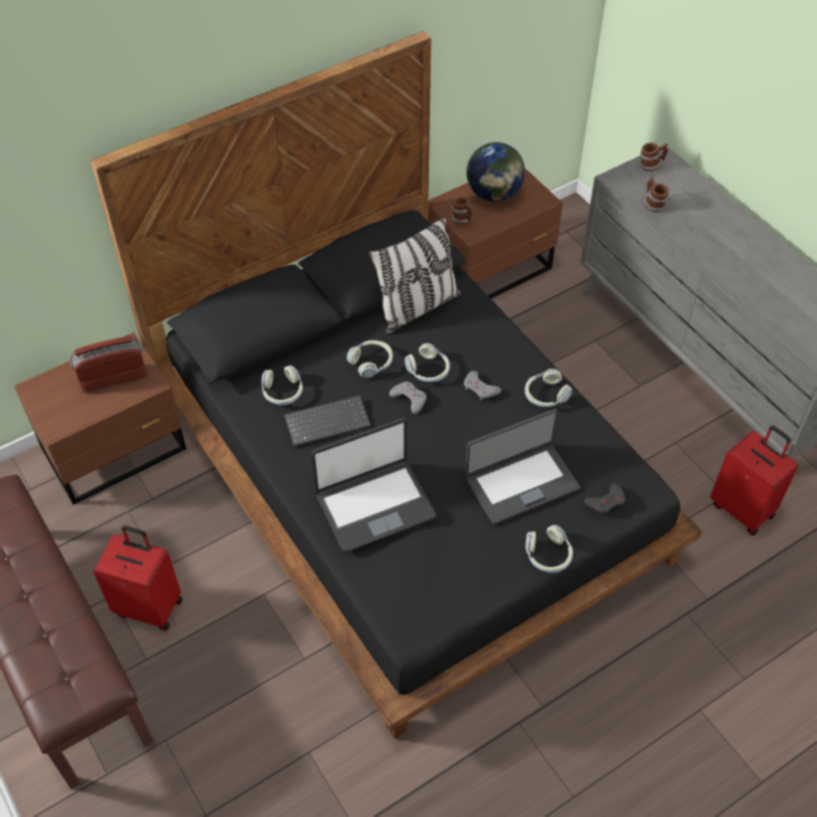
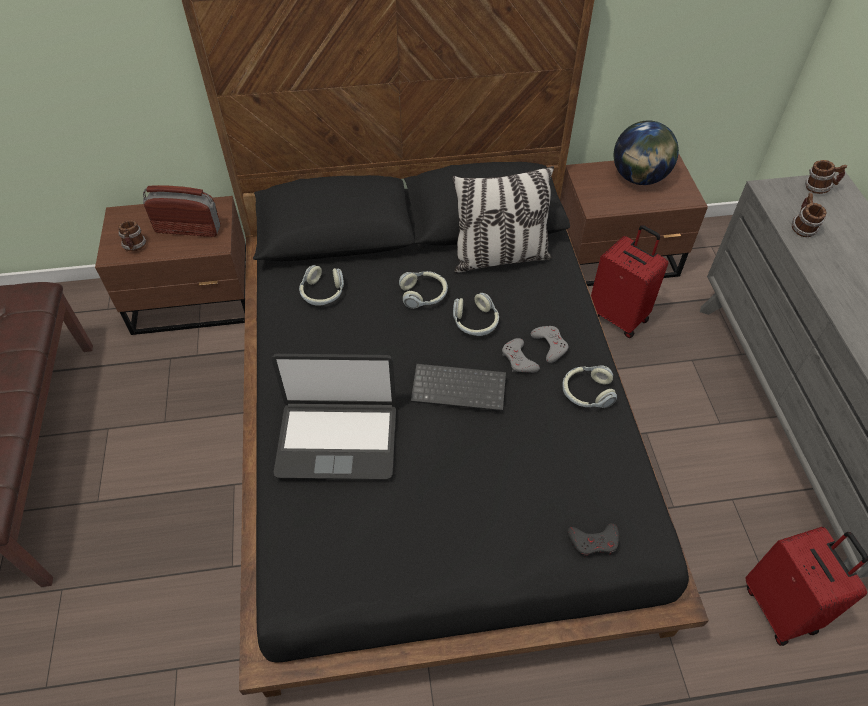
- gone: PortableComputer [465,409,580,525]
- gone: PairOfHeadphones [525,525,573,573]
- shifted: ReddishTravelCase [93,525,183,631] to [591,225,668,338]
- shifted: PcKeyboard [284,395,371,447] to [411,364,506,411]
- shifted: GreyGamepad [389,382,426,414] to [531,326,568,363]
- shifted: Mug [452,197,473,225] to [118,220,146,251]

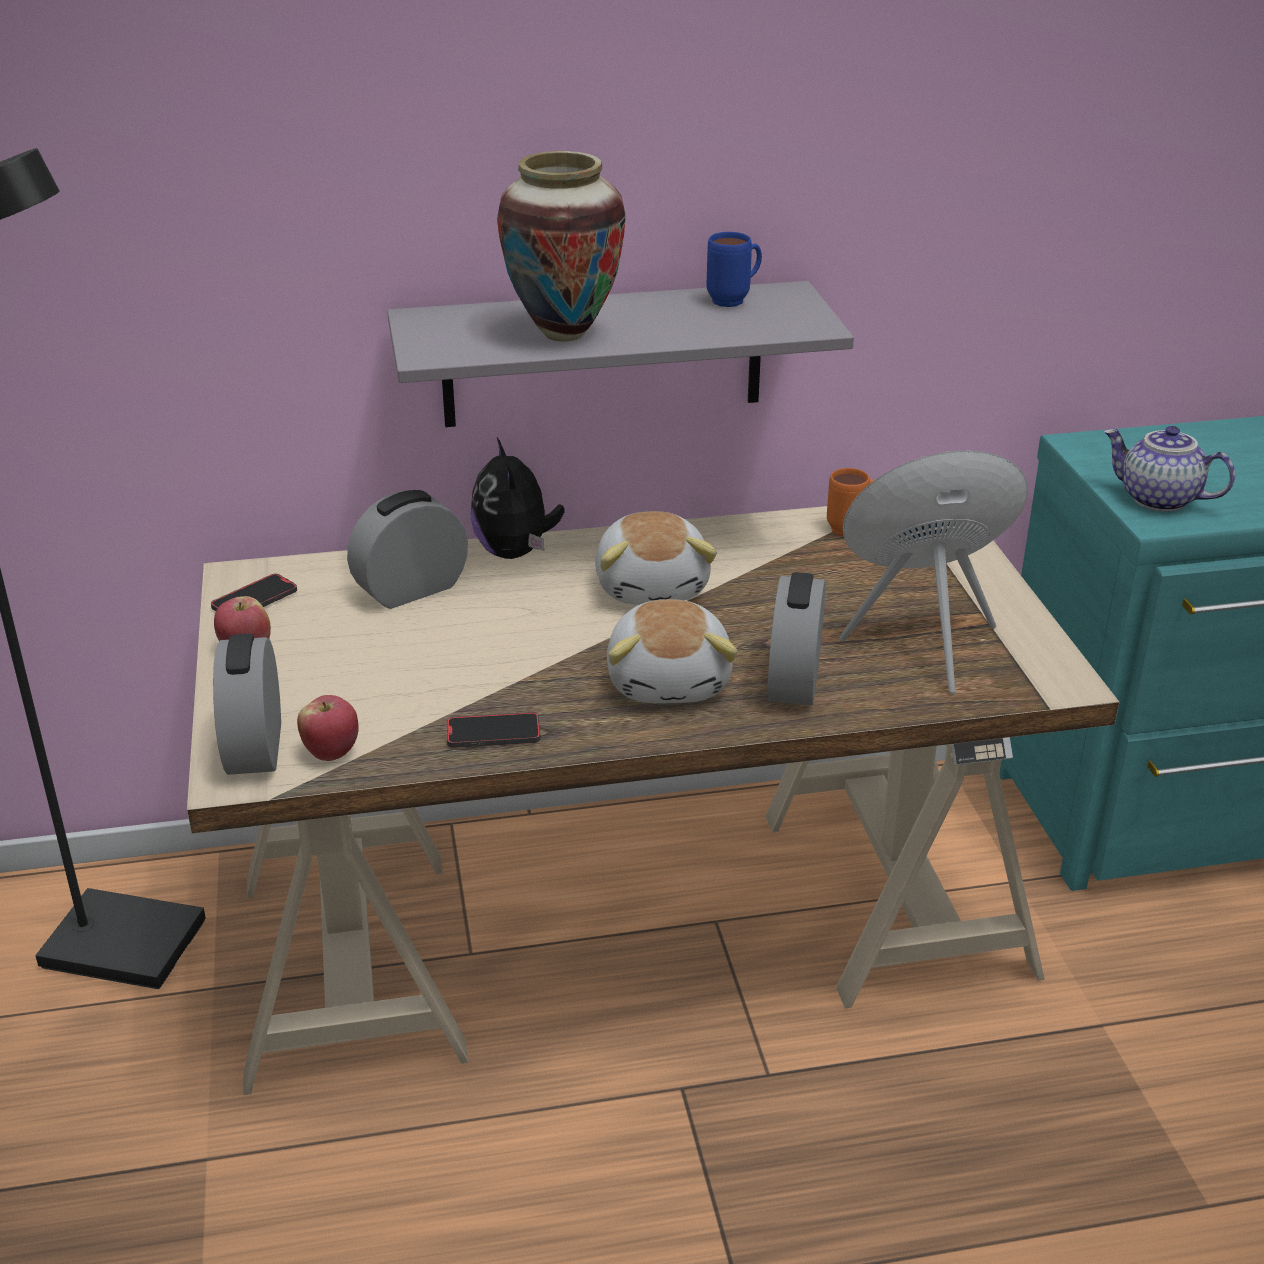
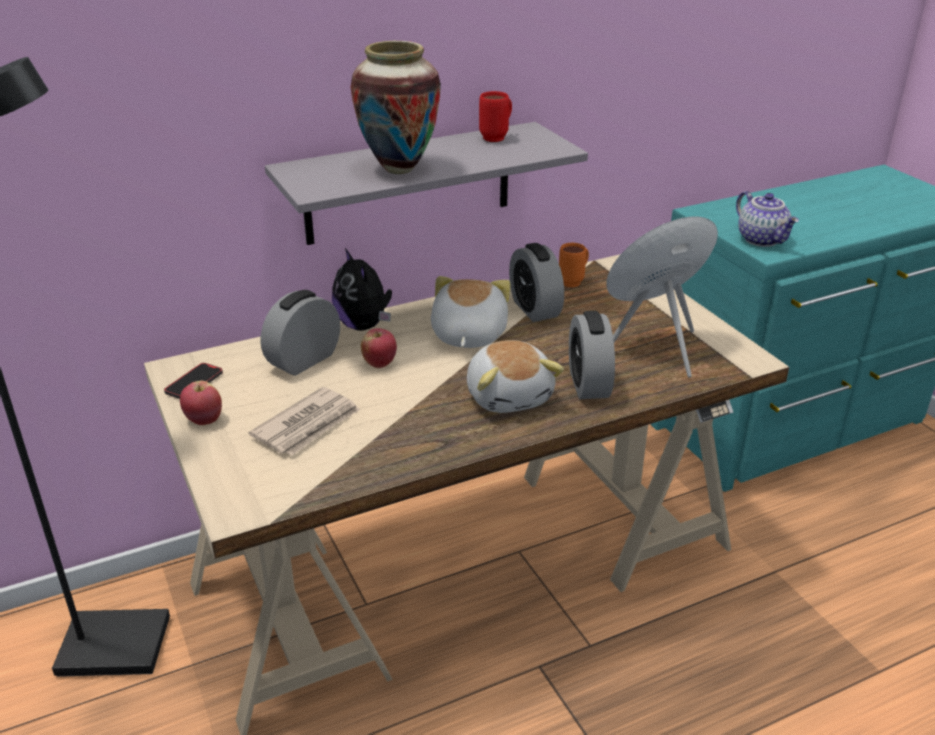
- gone: Handset [447,712,540,748]
- new: DailyPaper [249,387,360,456]
- shifted: TableClock [213,633,281,775] to [509,243,564,322]
- shifted: AppleFruit [297,695,359,761] to [361,328,397,368]
- repainted: BlueColouredMug [707,232,762,307] to ReddishMug [479,91,512,142]
- rotated: PlushToy [595,511,717,605] = [431,276,510,348] 150 degrees counterclockwise
- rotated: Teapot [1103,426,1235,512] = [736,191,799,247] 135 degrees counterclockwise

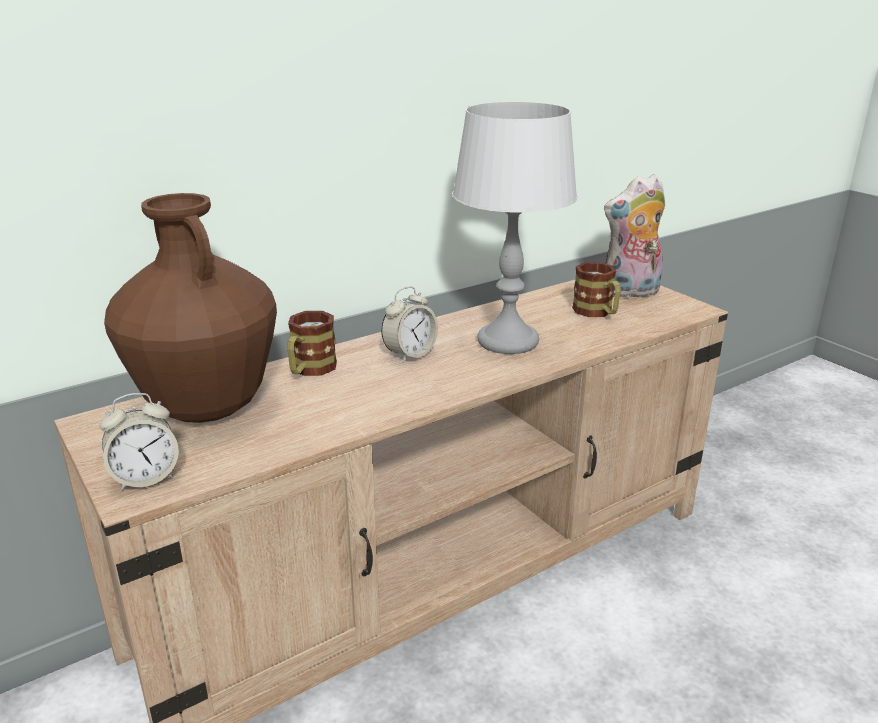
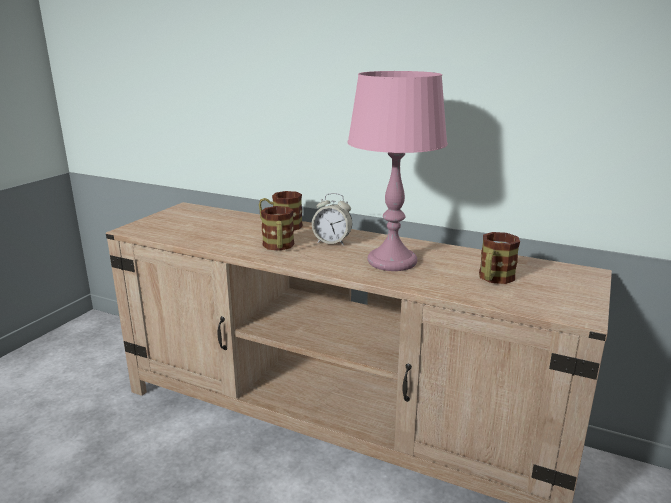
- gone: TableClock [100,393,179,491]
- gone: BrownishFlowerVase [104,193,277,423]
- gone: PlushToy [604,174,665,298]
- new: Mug [261,206,294,251]
- repainted: GreyTableLamp [452,102,577,354] to PinkColouredTableLamp [347,71,448,271]

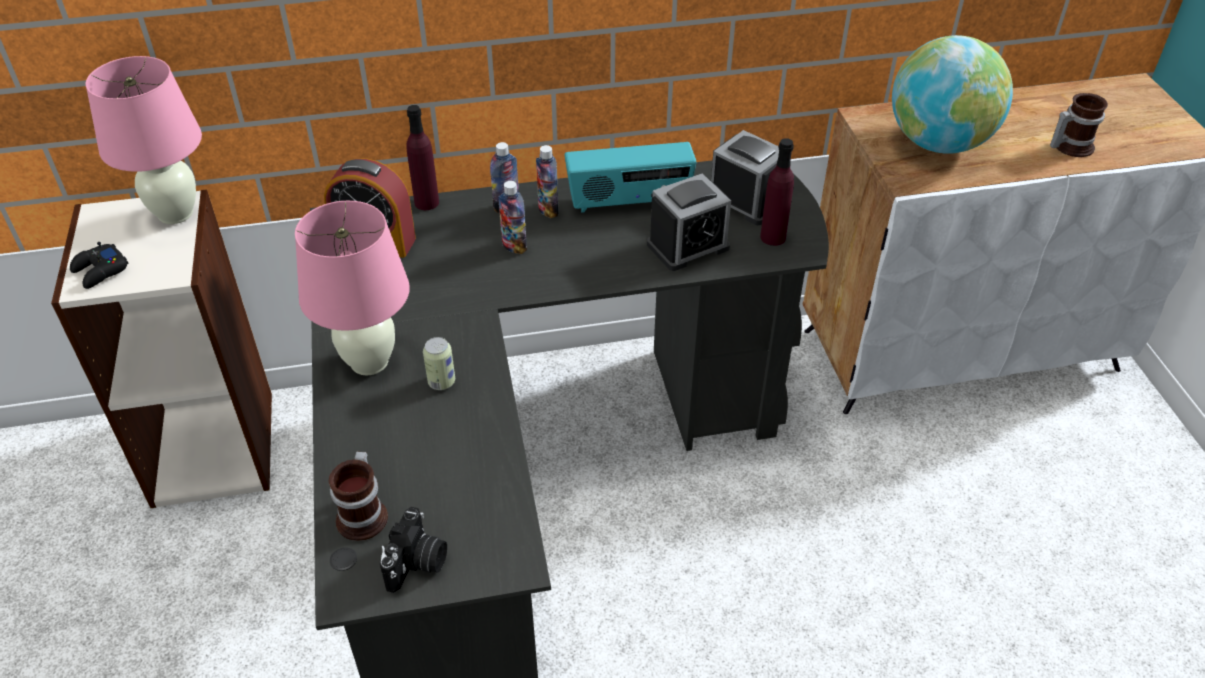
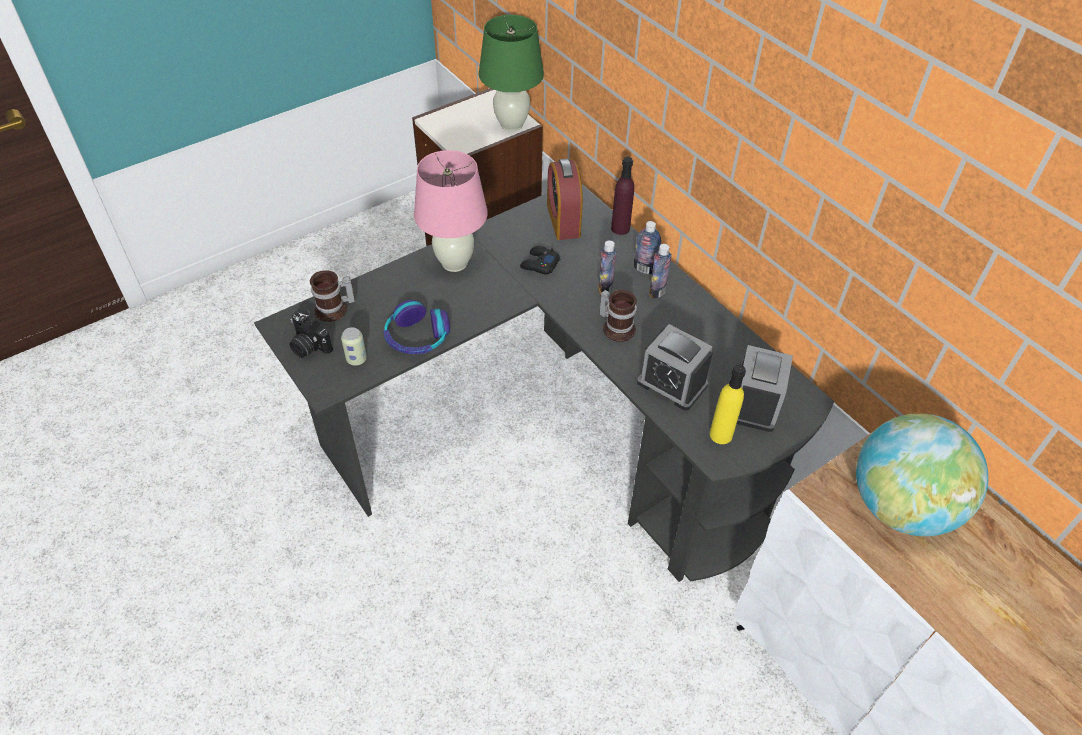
- gone: Radio [564,142,696,213]
- new: PairOfHeadphones [383,300,450,354]
- shifted: BlackishGamepad [70,242,129,289] to [520,246,560,275]
- shifted: MetalCan [423,337,455,390] to [341,327,367,366]
- shifted: Mug [1050,93,1108,157] to [600,290,637,342]
- repainted: PinkColouredTableLamp [85,56,202,224] to GreenishTableLamp [479,15,544,131]
- repainted: PurplishBeverageBottle [760,138,794,246] to YellowishBeverageBottle [710,364,746,444]
- rotated: StillCamera [379,507,447,593] = [289,312,333,358] 45 degrees clockwise

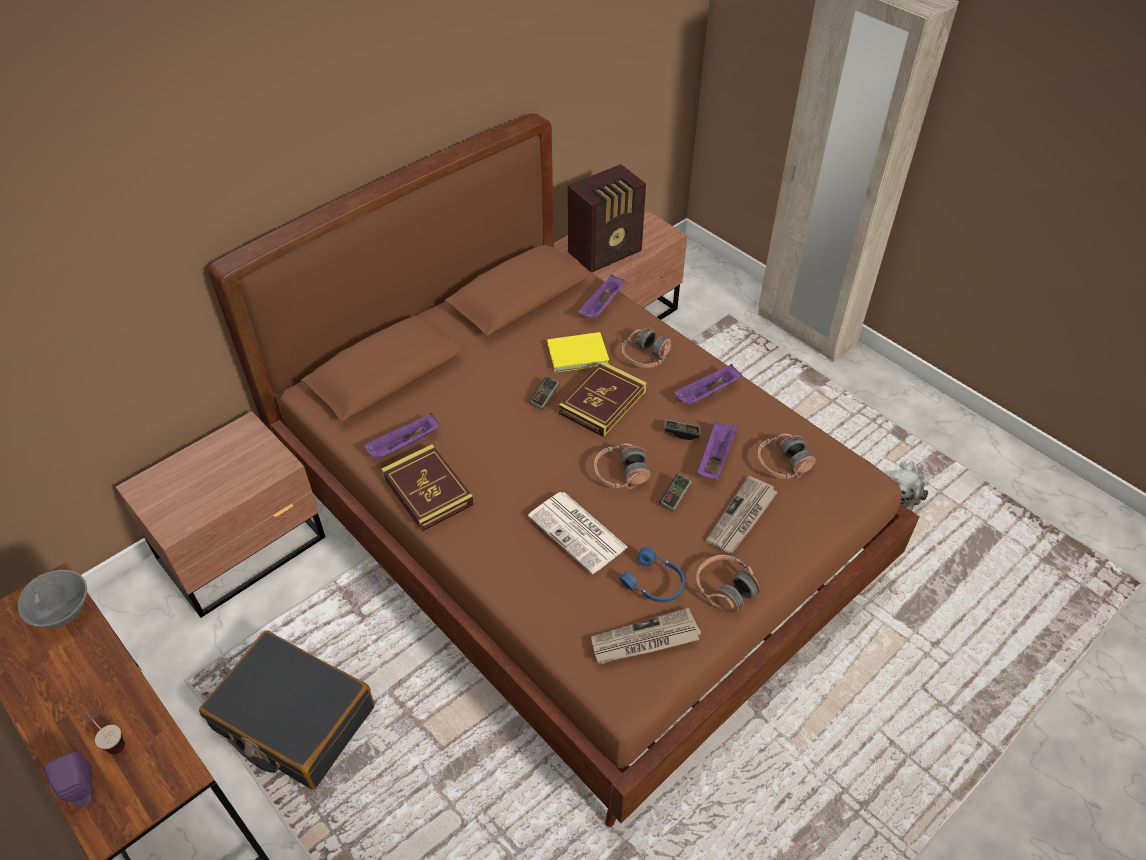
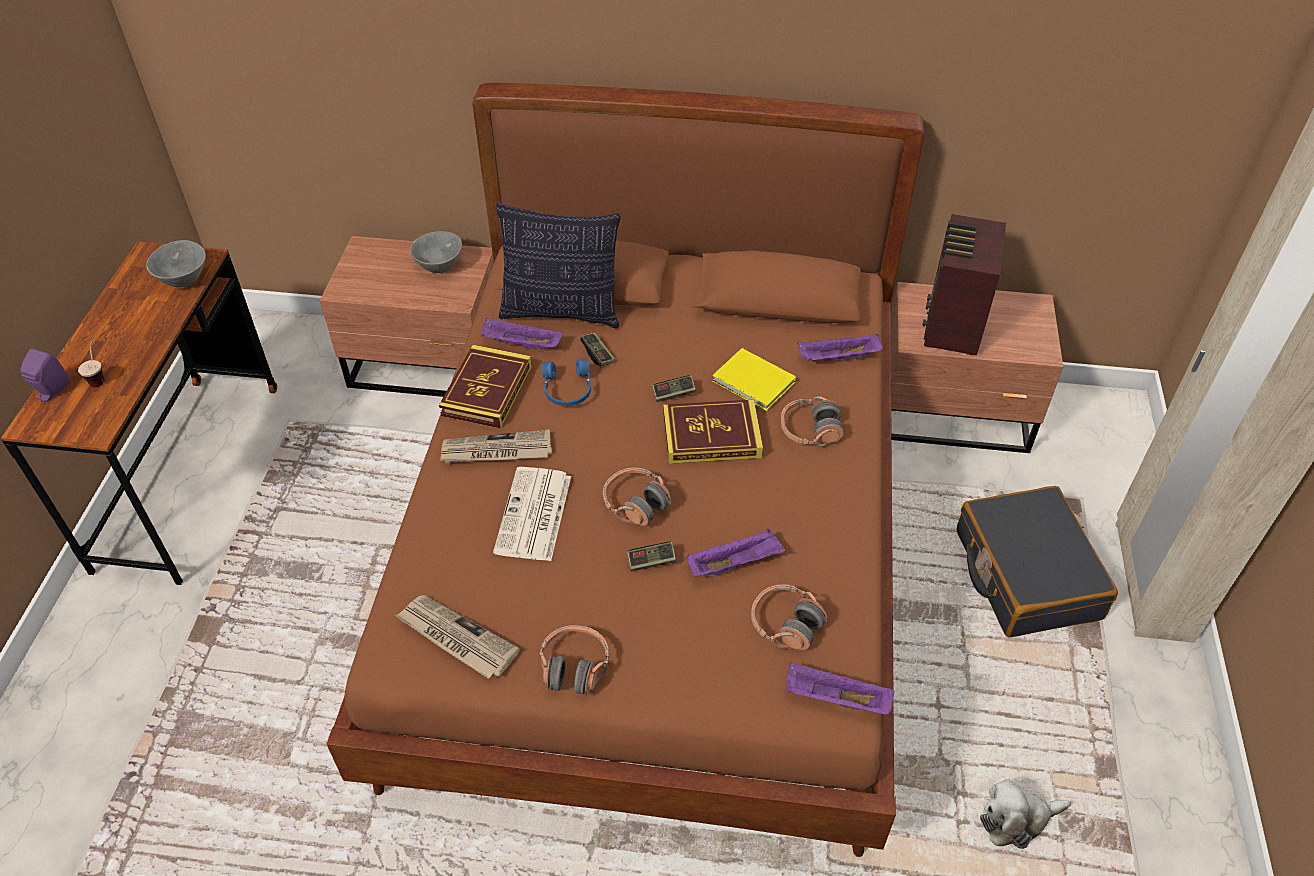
- new: GreyBowl [410,231,462,273]
- new: ThrowPillow [496,203,621,329]
- shifted: BlackishTravelCase [199,630,375,790] to [957,486,1118,638]
- shifted: BlueColouredPairOfHeadphones [619,547,685,602] to [542,359,591,406]
- shifted: Gamepad [664,419,700,440] to [580,333,615,366]
- shifted: PurplishCarryingTray [674,364,742,405] to [786,662,895,715]
- shifted: DailyPaper [706,476,778,553] to [440,429,552,463]
- rotated: Radio [568,164,646,273] = [922,214,1006,356] 90 degrees clockwise

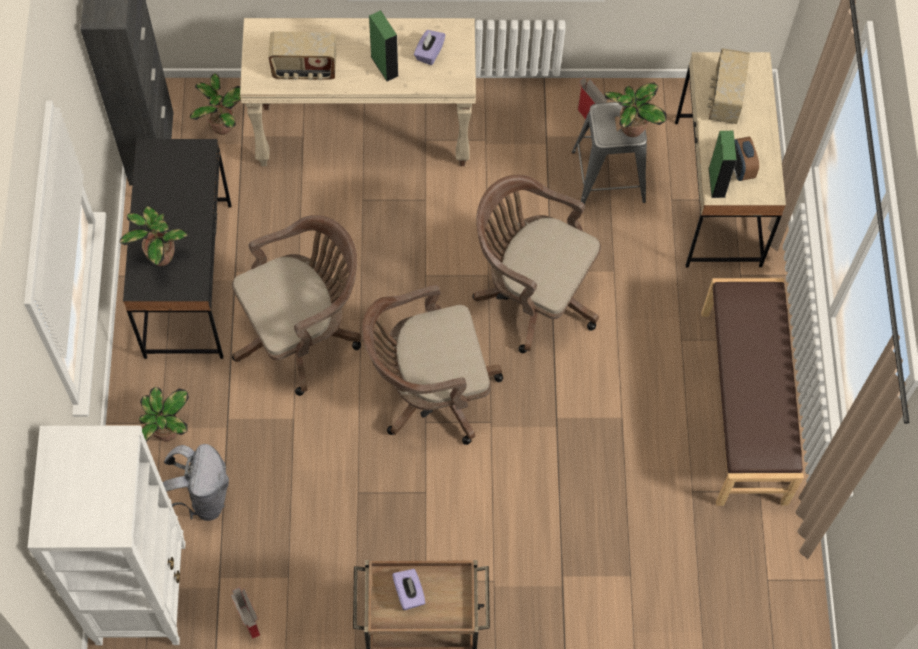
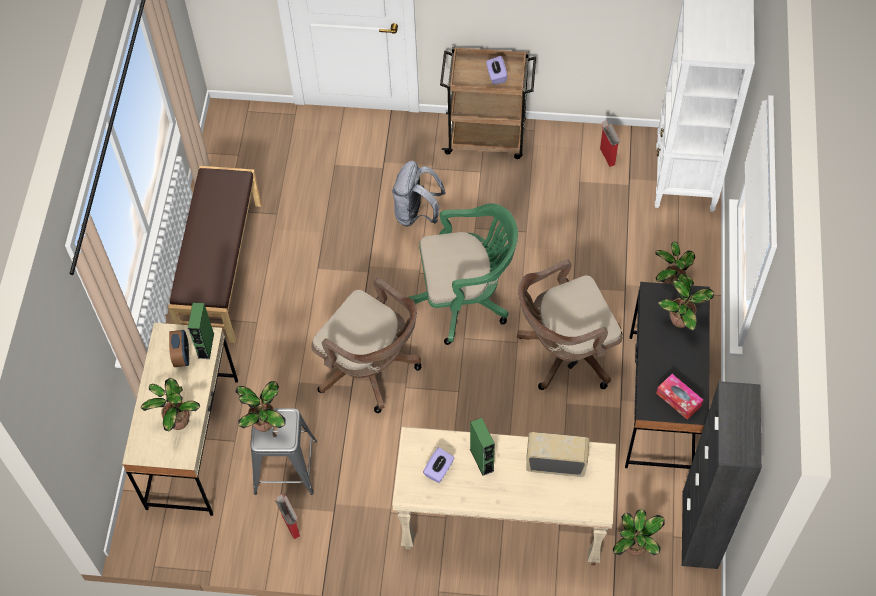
- new: TissueHolder [656,374,703,420]
- shifted: GreyRucksack [163,444,229,521] to [392,161,446,227]
- swapped: Radio [707,48,750,124] to PlantInAPot [141,378,200,431]
- repainted: BrownishOfficeChair [362,285,503,445] to GreenishOfficeChair [408,203,518,345]

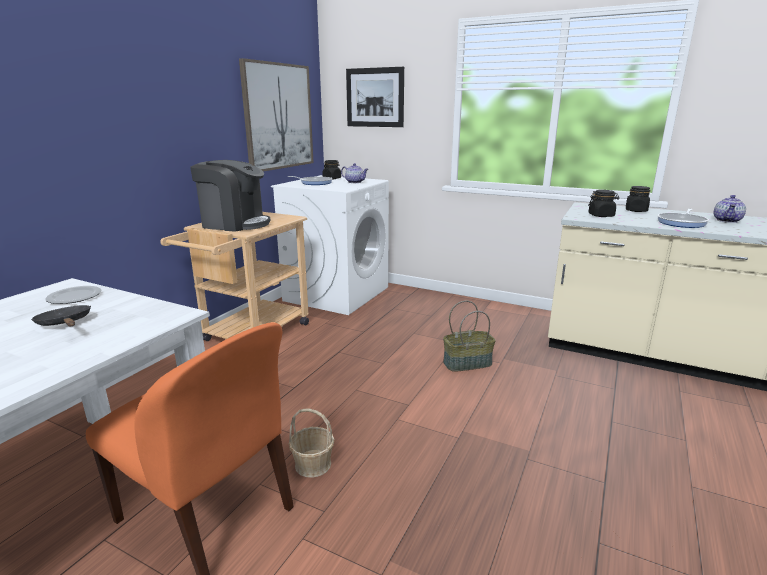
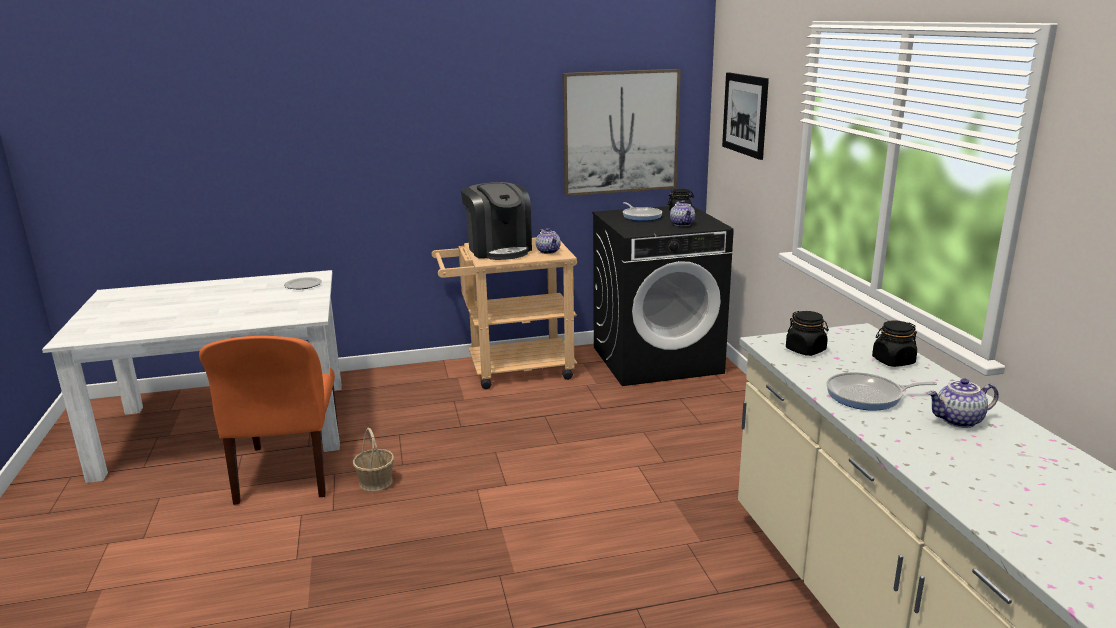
- gone: BlackishPan [31,305,91,326]
- gone: Basket [443,301,496,372]
- new: Teapot [536,228,561,254]
- repainted: WhitishWashingMachine [271,175,389,315] to BlackishWashingMachine [592,206,734,386]

